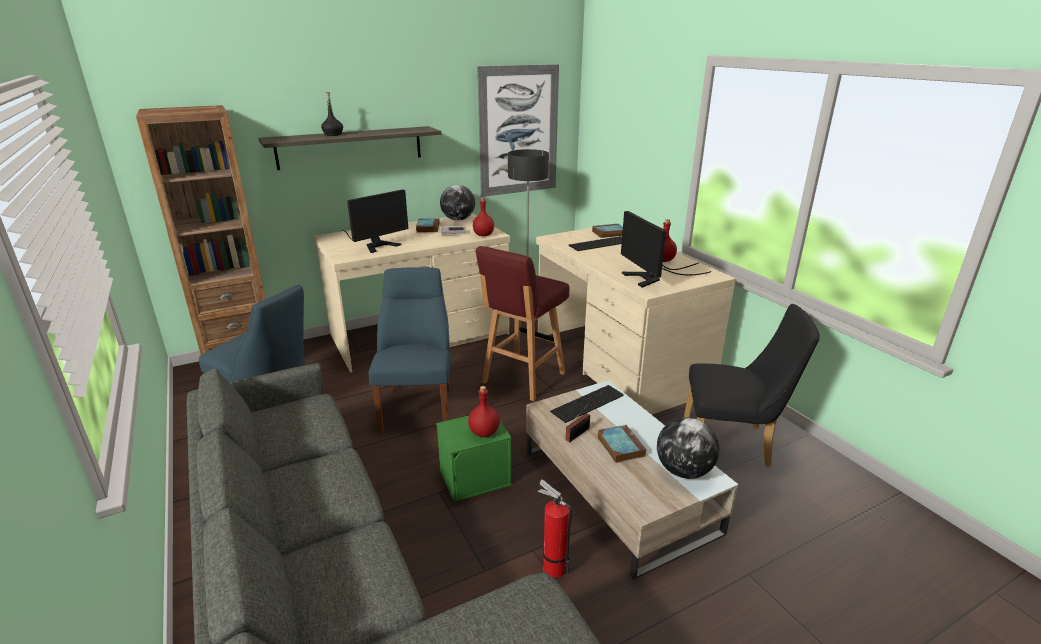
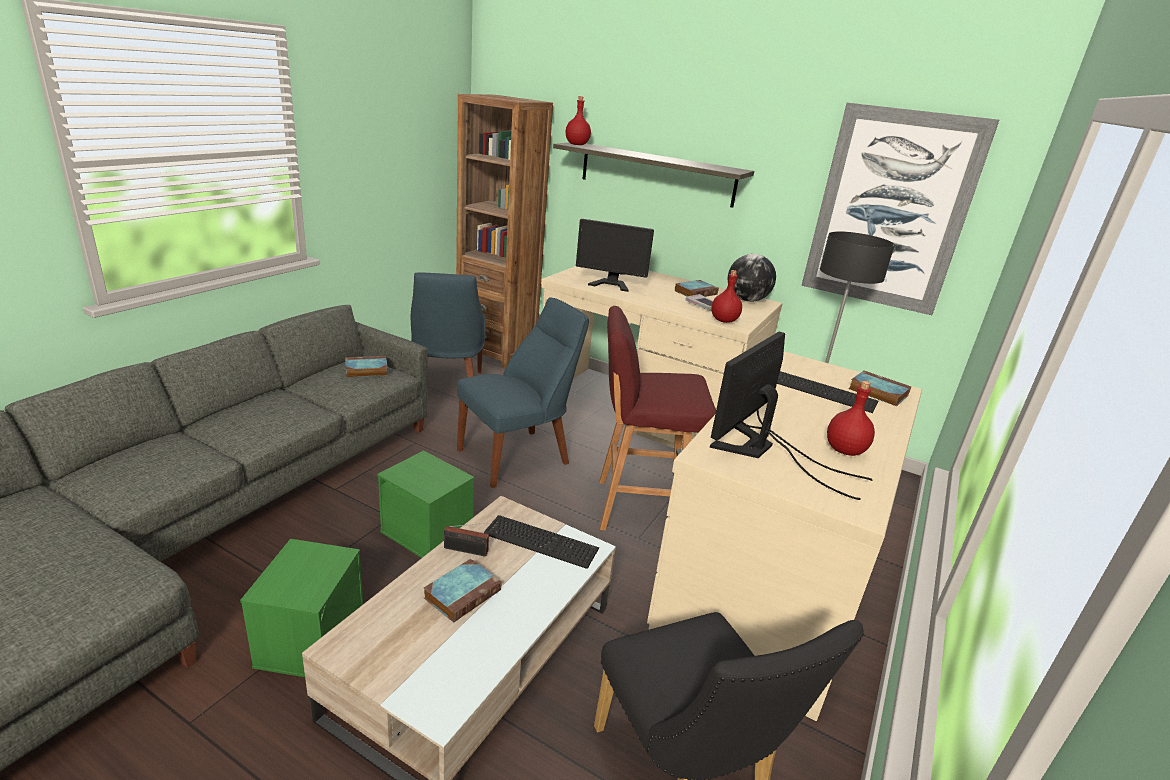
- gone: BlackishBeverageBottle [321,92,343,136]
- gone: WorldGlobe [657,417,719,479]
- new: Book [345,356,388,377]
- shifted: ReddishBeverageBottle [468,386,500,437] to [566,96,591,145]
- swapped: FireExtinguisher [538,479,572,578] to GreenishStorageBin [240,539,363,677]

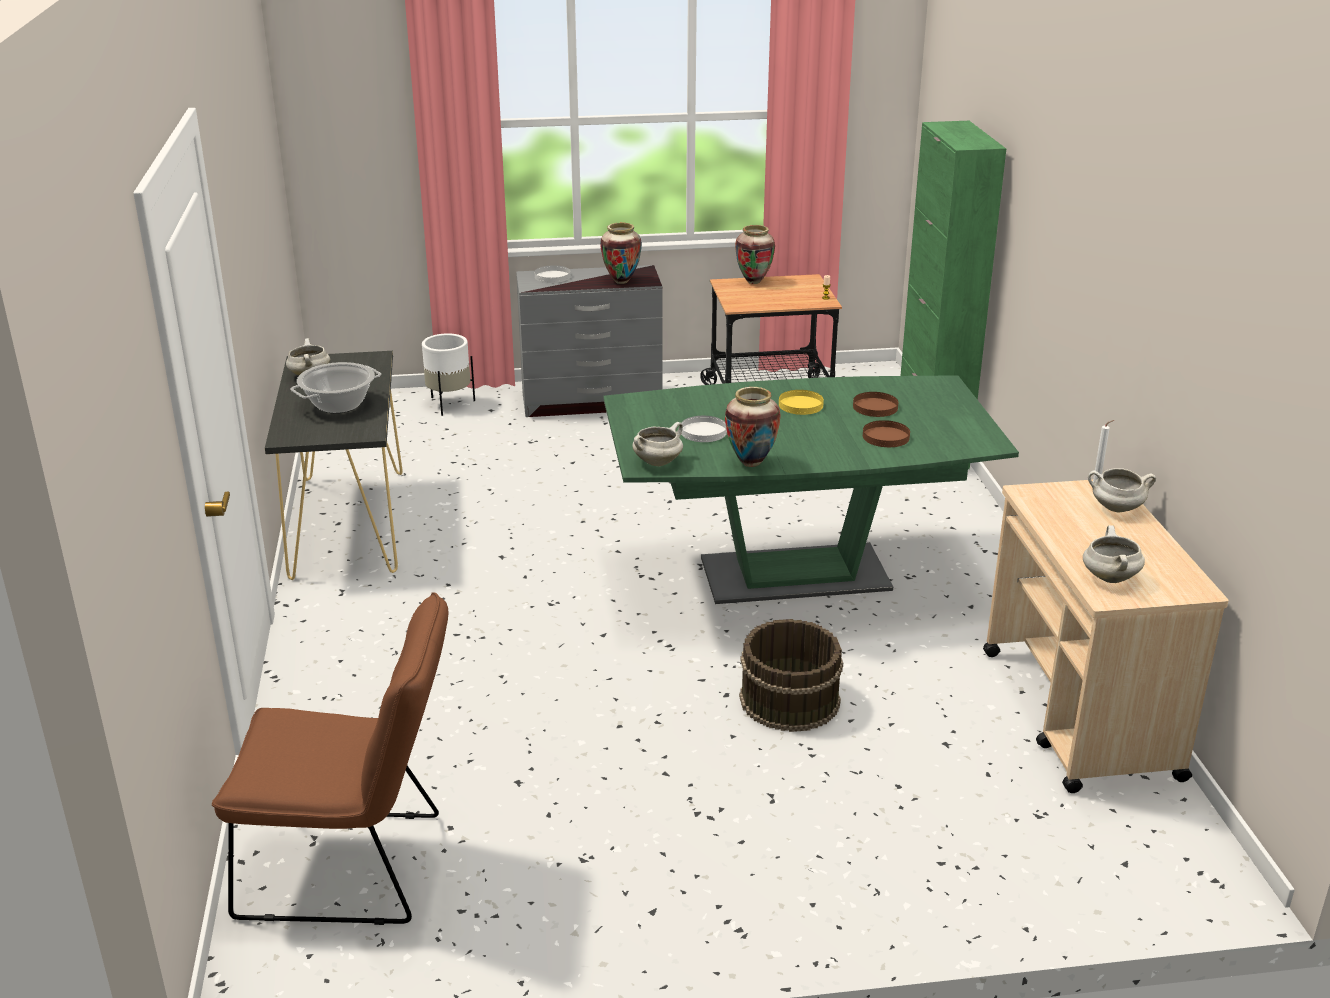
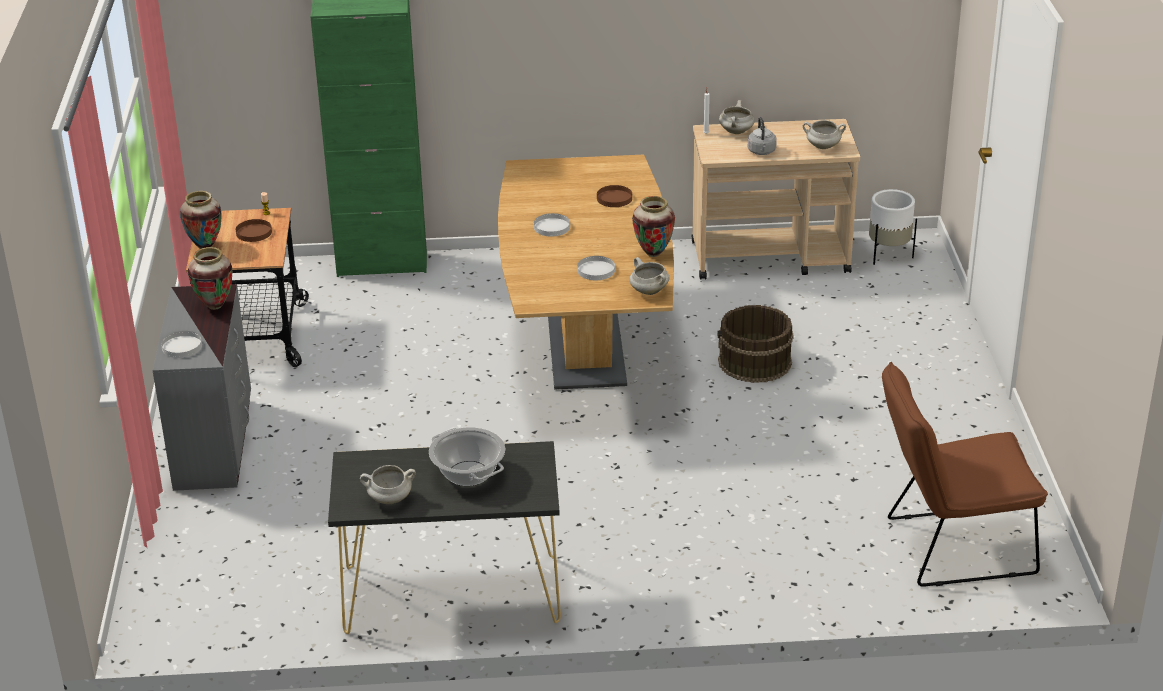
- new: GreyTeaKettle [748,117,777,155]
- shifted: WhitishPlantPot [422,334,475,416] to [869,189,917,265]
- shifted: BrownishFlatDish [853,392,898,417] to [236,219,272,242]
- repainted: GreenishDinnerTable [604,375,1019,604] to BrownishDinnerTable [498,155,674,389]
- repainted: YellowishFlatDish [779,390,824,415] to WhitishFlatDish [534,213,570,237]
- rotated: BrownishChair [212,592,449,925] = [882,362,1048,587] 105 degrees counterclockwise

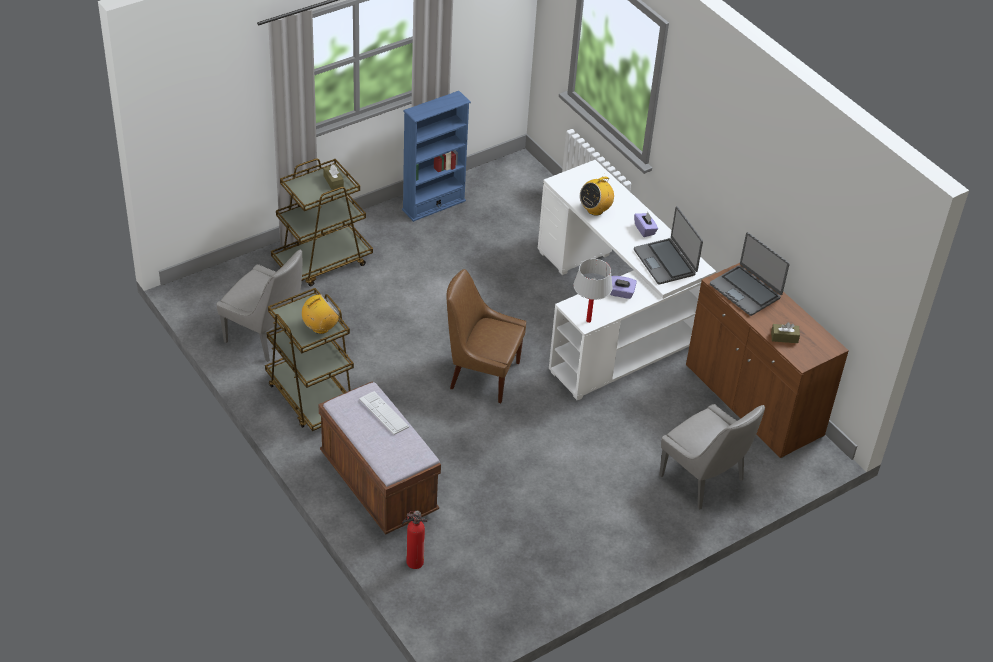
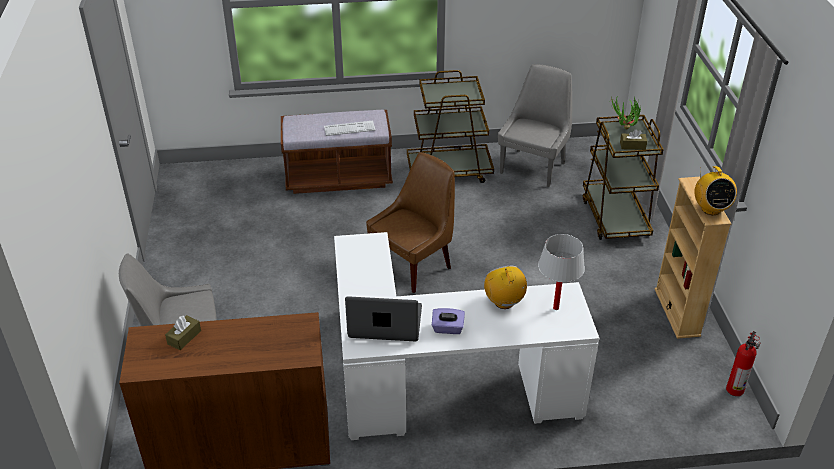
- gone: PurplishTissueHolder [610,276,637,299]
- gone: PortableComputer [710,232,790,316]
- new: PlantInAPot [611,96,641,129]
- shifted: Radio [302,294,339,334] to [694,166,737,215]
- shifted: FireExtinguisher [402,511,428,569] to [726,331,760,396]
- shifted: WhitishTableLamp [573,259,613,323] to [538,234,585,310]
- repainted: BlueColouredBookshelf [402,91,471,222] to BeigeColouredBookshelf [655,177,731,339]
- rotated: GreyChair [216,249,302,362] = [498,64,572,187] 150 degrees clockwise

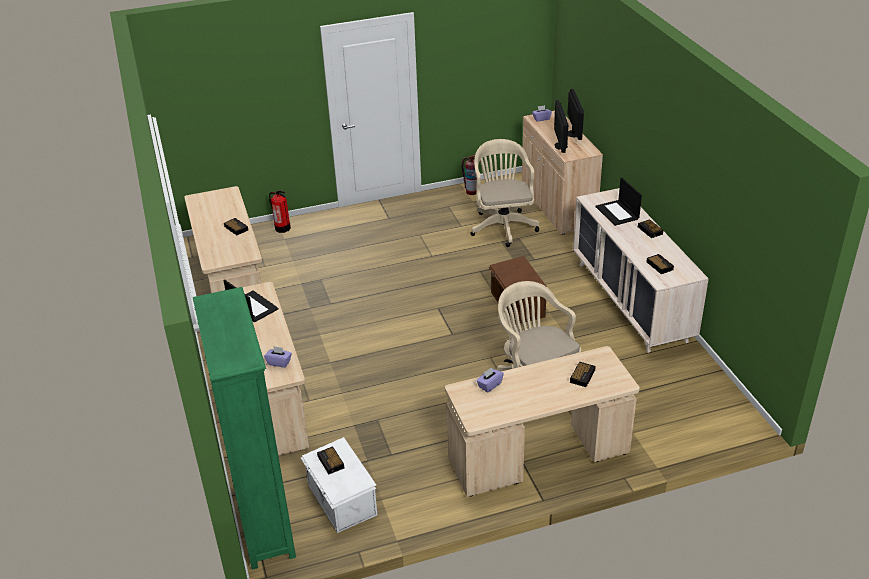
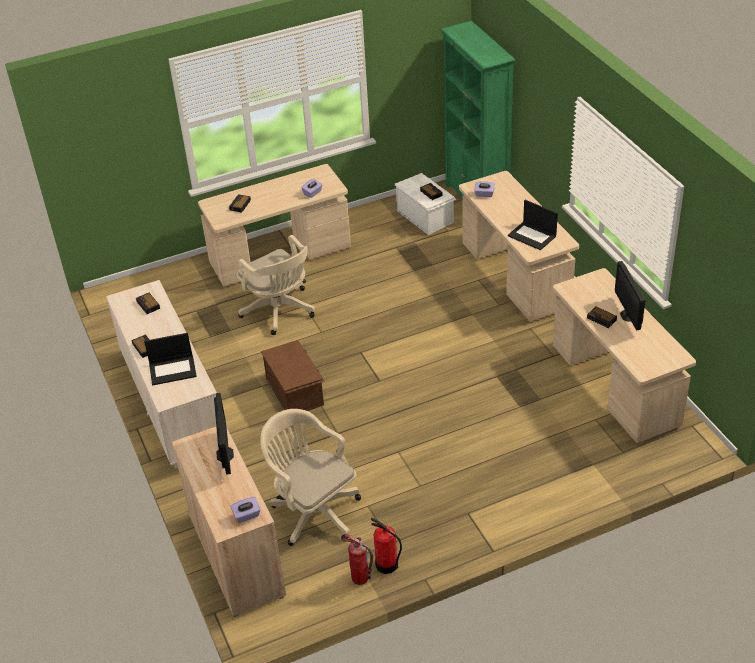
- shifted: FireExtinguisher [269,191,291,233] to [371,518,402,574]
- shifted: Monitor [567,89,584,140] to [615,261,645,330]
- rotated: BeigeColouredOfficeChair [470,139,539,247] = [260,409,361,546] 150 degrees clockwise
- rotated: PortableComputer [595,177,642,226] = [144,333,197,386] 105 degrees clockwise

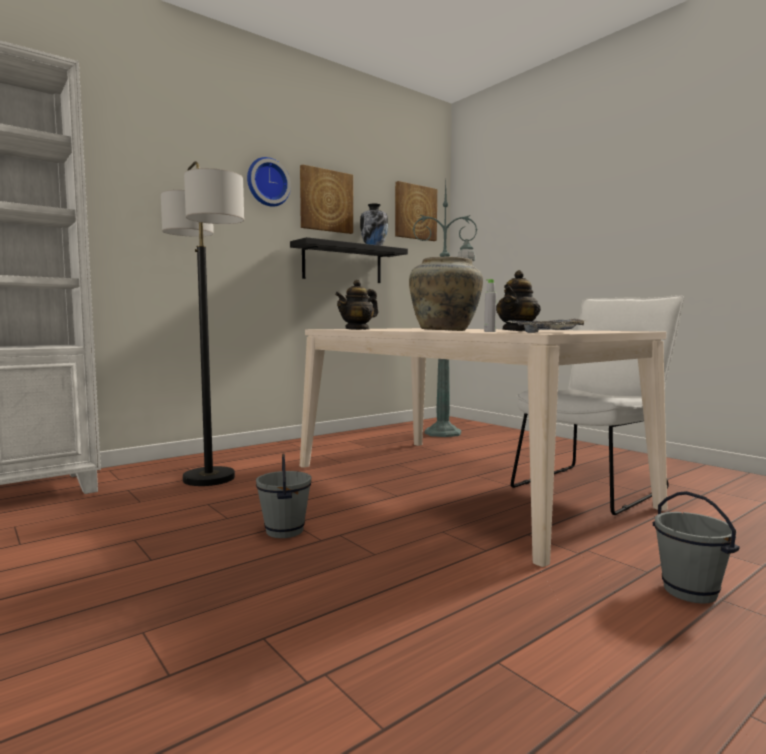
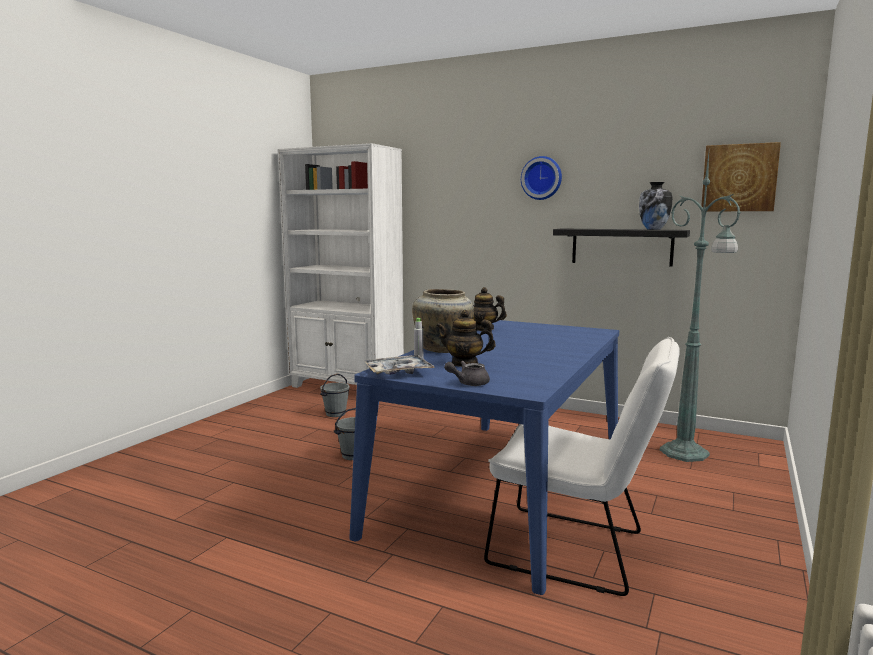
- gone: StandardLamp [161,161,244,486]
- gone: WallArt [300,164,353,234]
- new: GreyTeapot [444,361,490,386]
- shifted: GreyBucket [653,491,740,604] to [320,374,350,417]
- repainted: BeigeColouredDinnerTable [300,328,667,567] to BlueColouredDinnerTable [349,320,619,595]

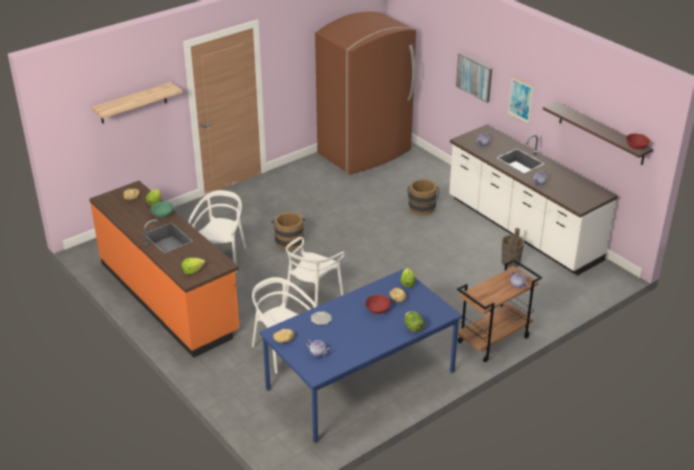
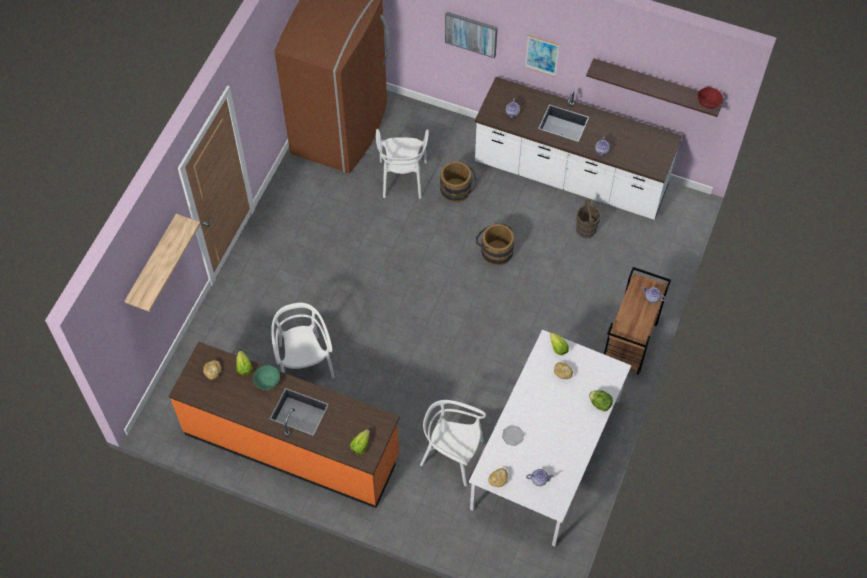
- gone: ReddishBowl [365,295,391,314]
- shifted: BrownishBucket [271,212,305,250] to [476,224,514,266]
- shifted: WhitishChair [286,237,345,307] to [376,129,429,199]
- repainted: BlueColouredDinnerTable [259,269,462,443] to WhitishDinnerTable [469,330,631,547]

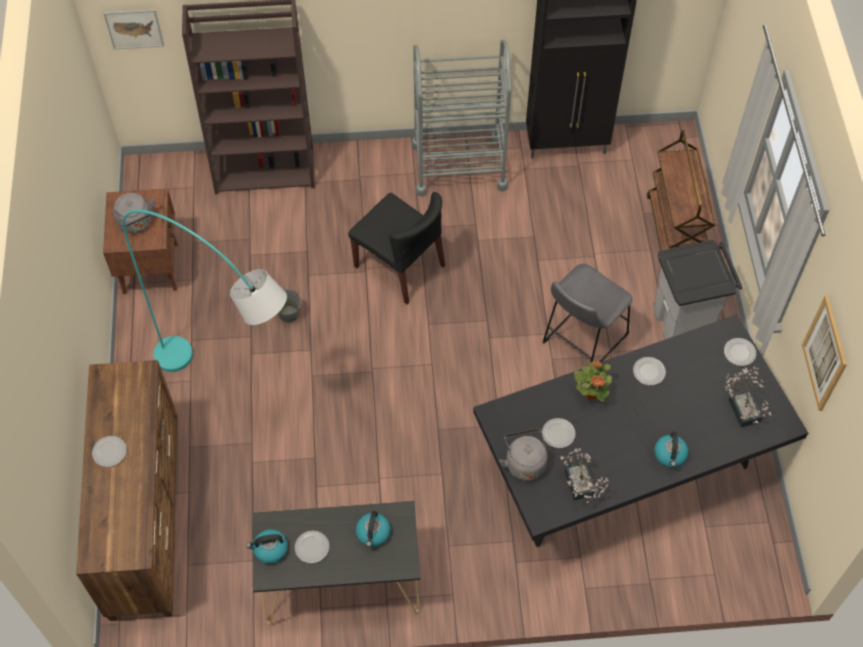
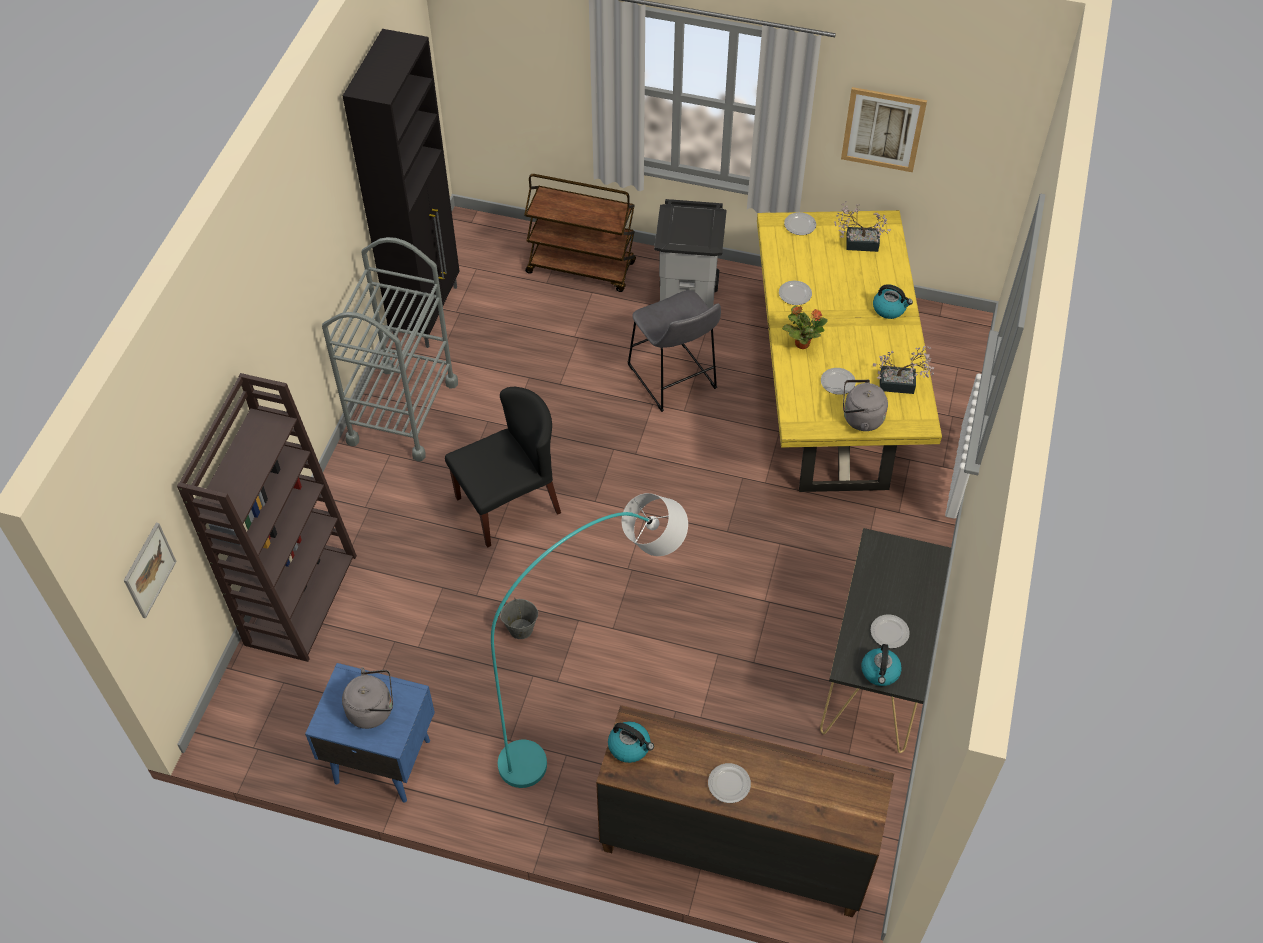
- shifted: TeaKettle [356,511,391,547] to [608,722,654,763]
- repainted: BrownishNightTable [103,189,178,294] to BlueColouredNightTable [305,663,435,803]
- repainted: BlackishDinnerTable [473,314,808,547] to YellowishDinnerTable [757,210,942,492]

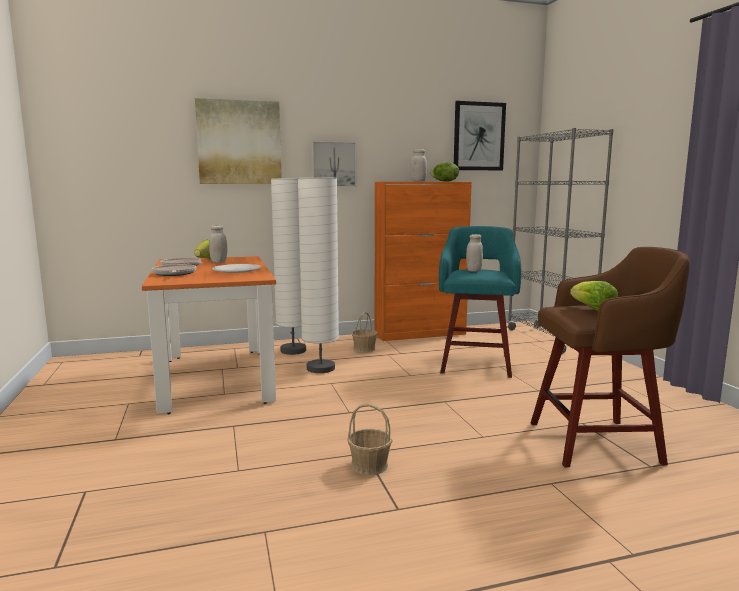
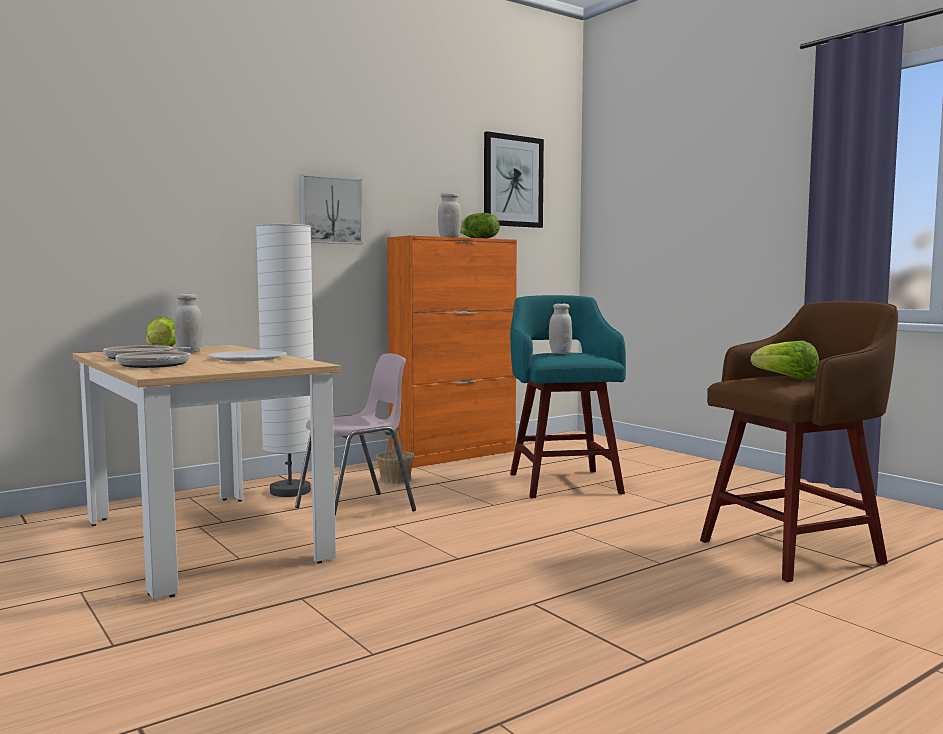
- gone: WallArt [195,98,282,184]
- gone: Basket [347,404,393,475]
- gone: GreyBookshelf [507,128,614,354]
- swapped: WhitishStandardLamp [298,177,339,373] to PinkColouredChair [295,353,416,516]
- repainted: OrangeDinnerTable [142,256,276,414] to BeigeColouredDinnerTable [73,345,340,599]

